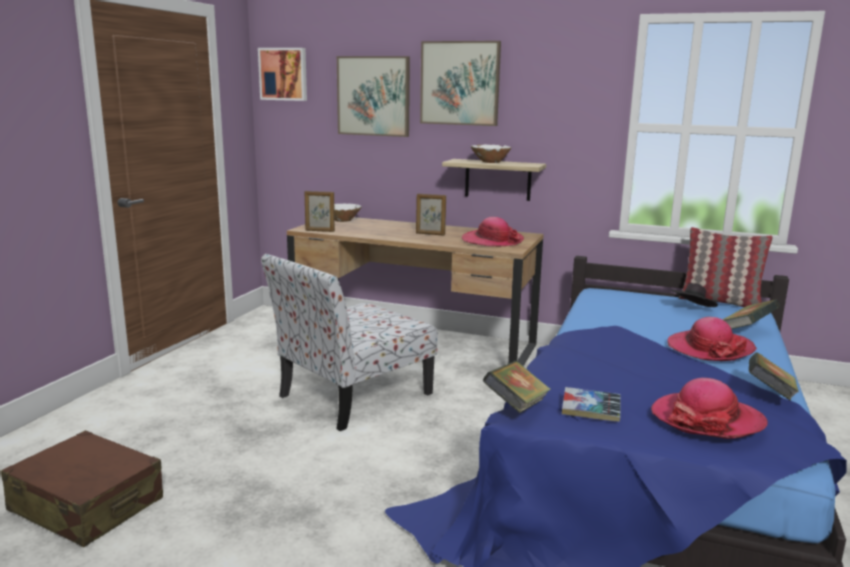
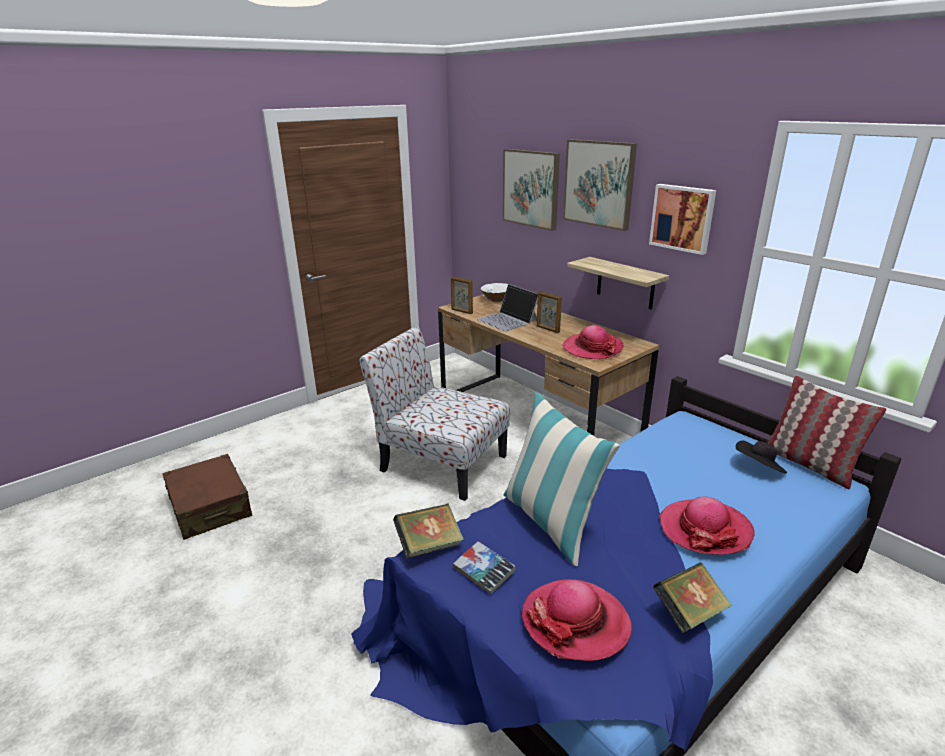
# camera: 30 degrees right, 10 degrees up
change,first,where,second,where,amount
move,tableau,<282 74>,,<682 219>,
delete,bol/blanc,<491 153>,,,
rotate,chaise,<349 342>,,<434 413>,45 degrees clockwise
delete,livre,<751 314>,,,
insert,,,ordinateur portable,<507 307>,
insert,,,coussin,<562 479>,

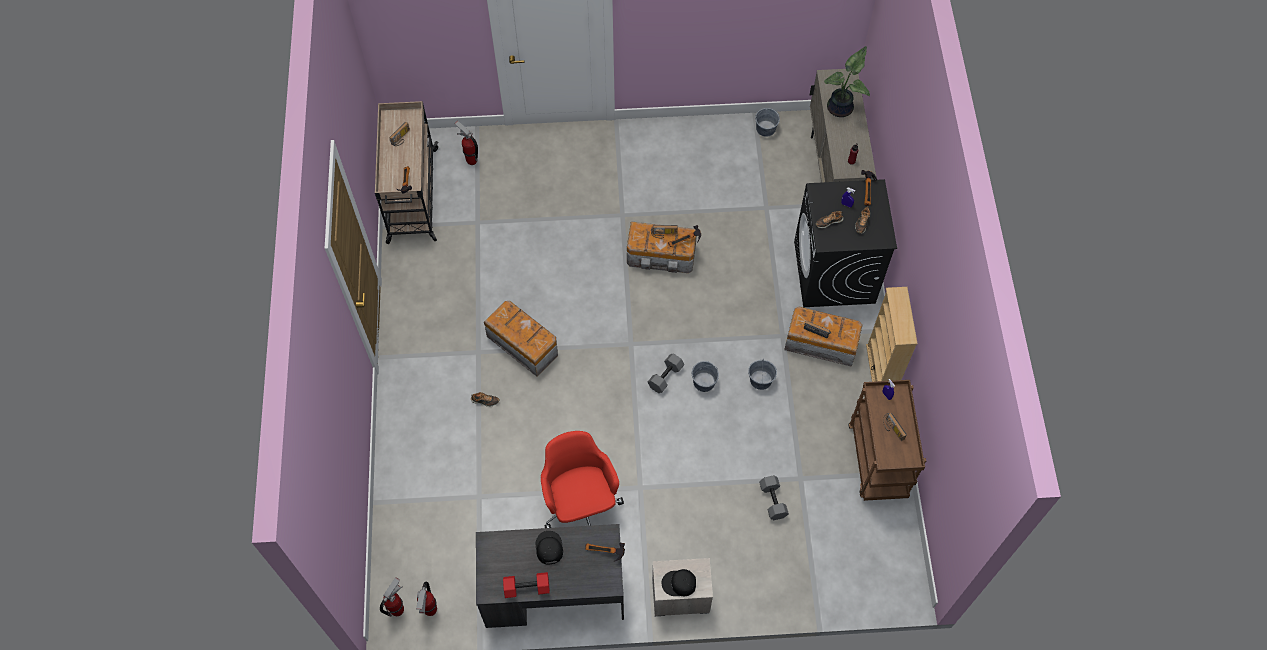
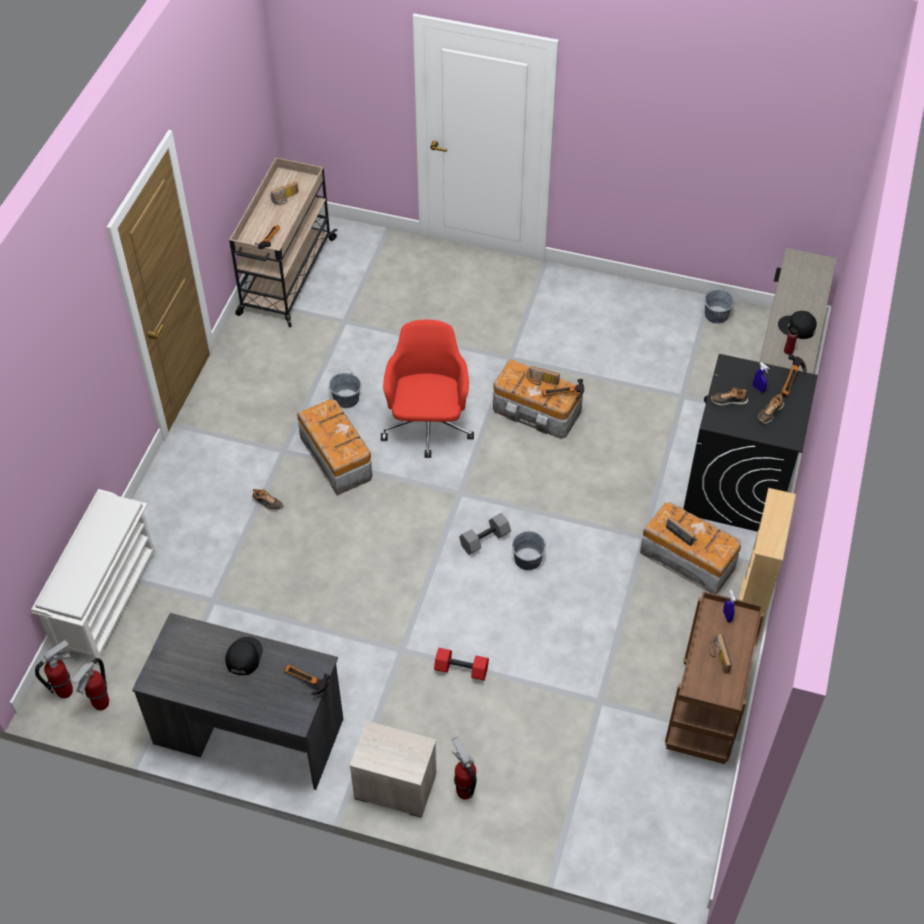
# camera: 20 degrees right, 10 degrees down
change,first,where,second,where,amount
delete,plante en pot,<847 81>,,,
move,extincteur,<466 143>,,<464 768>,
move,seau/gris,<762 374>,,<345 388>,
move,chaise de bureau/rouge,<582 479>,,<427 388>,
delete,haltère/gris,<774 497>,,,
move,casquette/noir,<679 582>,,<797 325>,
move,haltère/rouge,<526 585>,,<461 664>,
insert,,,étagère à chaussures/blanc,<93 577>,

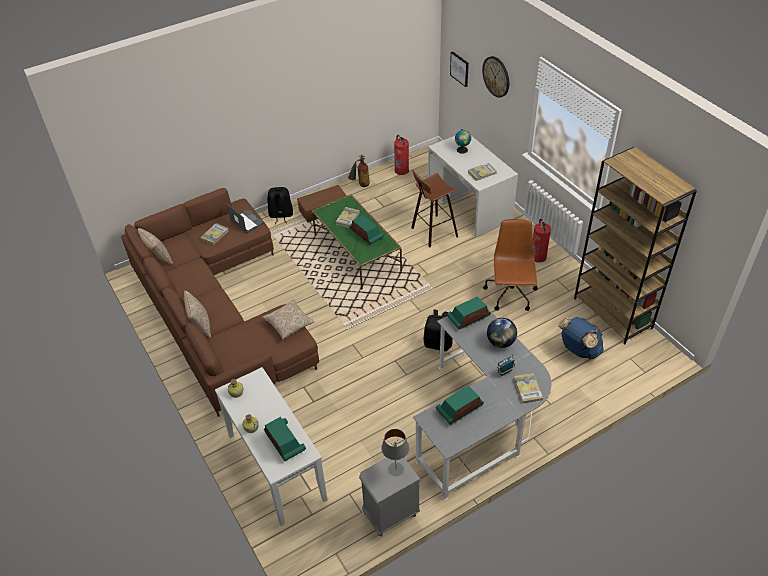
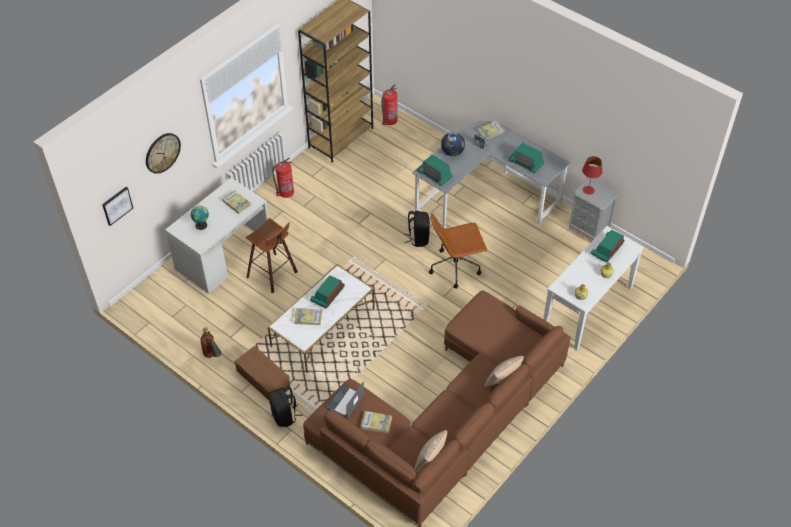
# camera: 110 degrees left, 5 degrees up
change,first,where,second,where,amount
move,extincteur,<401 155>,,<389 104>,
recolor,table basse/vert,<357 242>,table basse/blanc,<321 318>,
move,chaise de bureau/marron,<510 265>,,<458 251>,
delete,coussin,<288 320>,,,
delete,sac à dos/bleu,<581 338>,,,
recolor,lampe de table/gris,<395 452>,lampe de table/rouge,<592 175>,

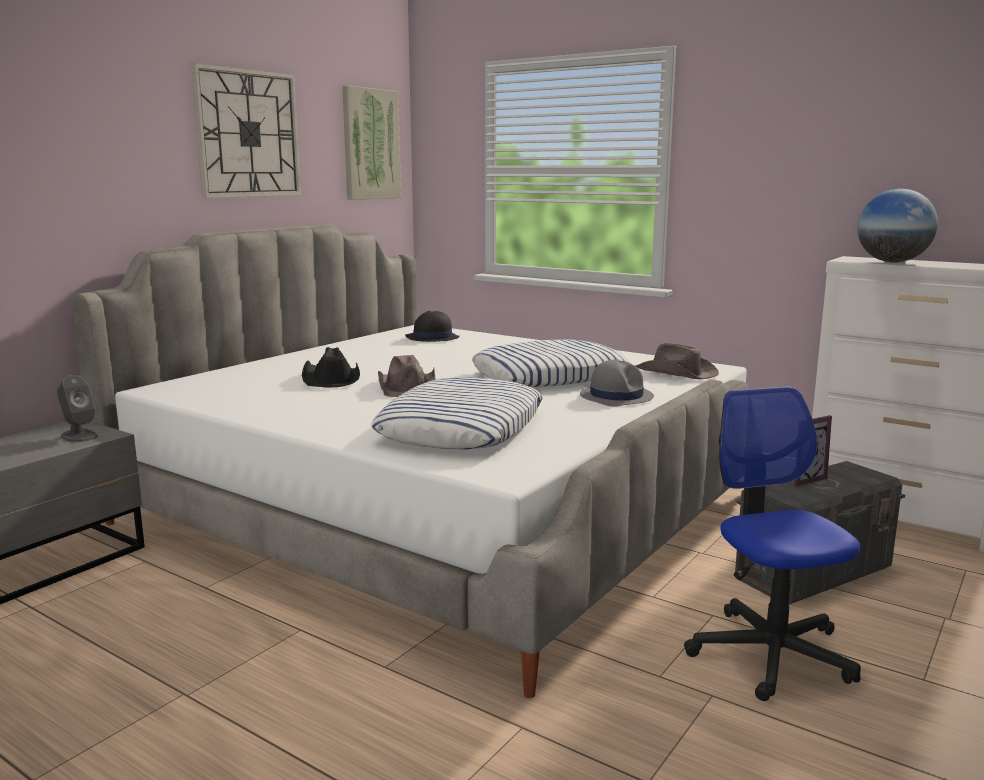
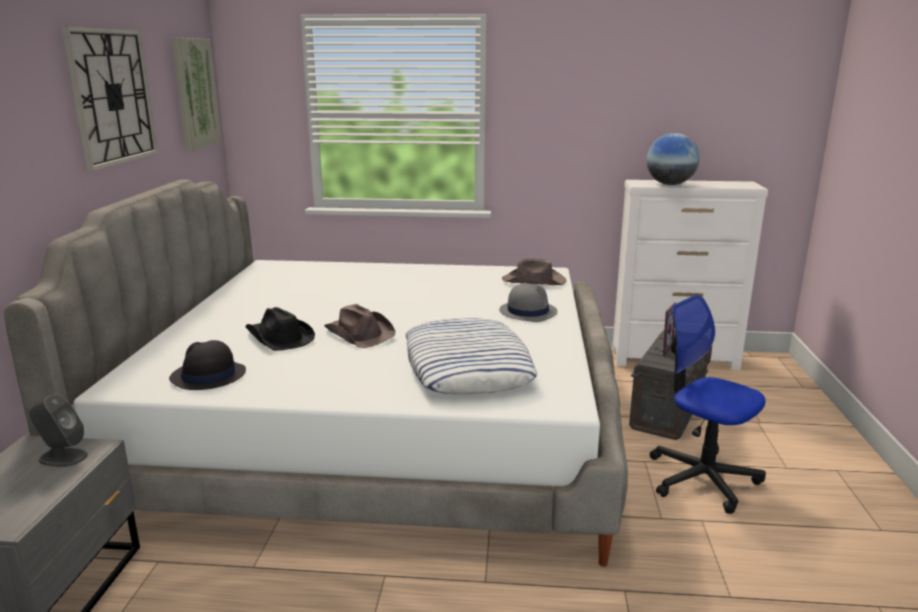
# camera: 30 degrees left, 5 degrees up
change,first,where,second,where,amount
move,chapeau/noir,<432 326>,,<207 365>,
delete,coussin,<551 363>,,,

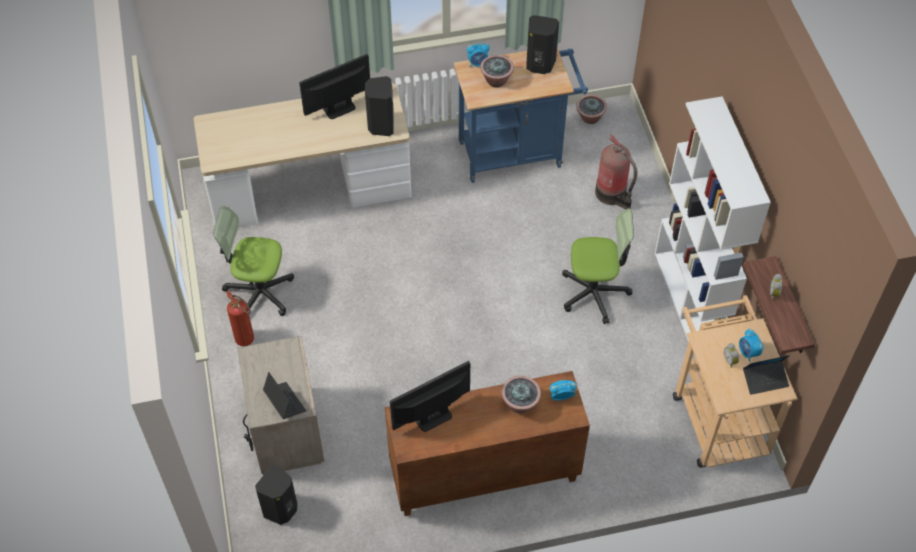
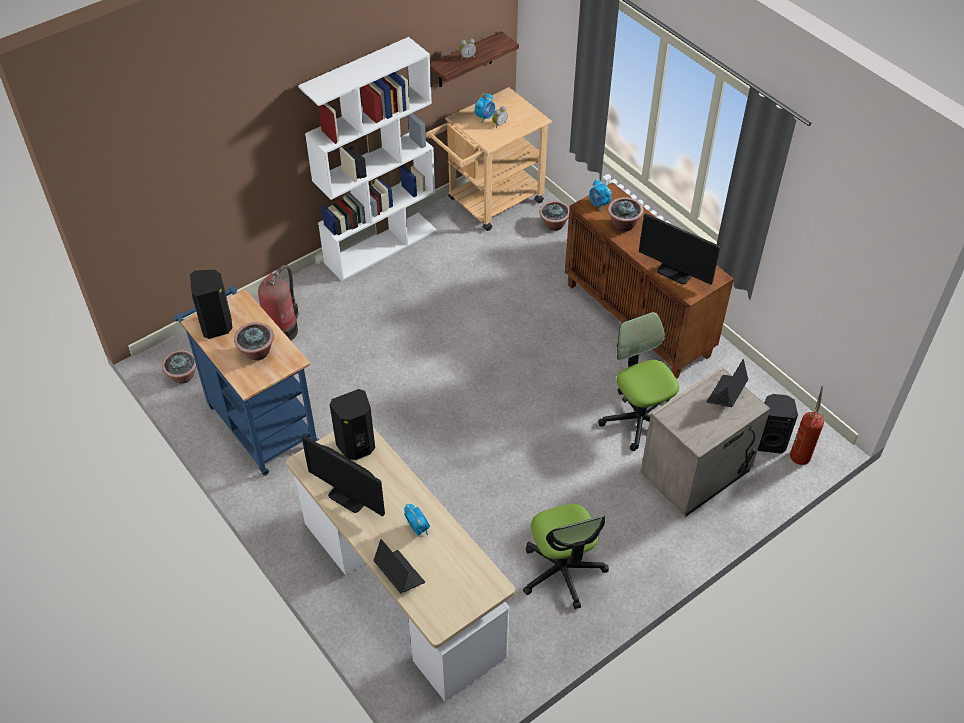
# camera: 115 degrees left, 5 degrees down
change,first,where,second,where,amount
move,réveil,<478 54>,,<417 520>,
move,chaise de bureau,<598 266>,,<638 381>,
move,extincteur,<240 318>,,<807 425>,
move,ordinateur portable,<766 375>,,<399 566>,
insert,,,plante en pot,<554 216>,

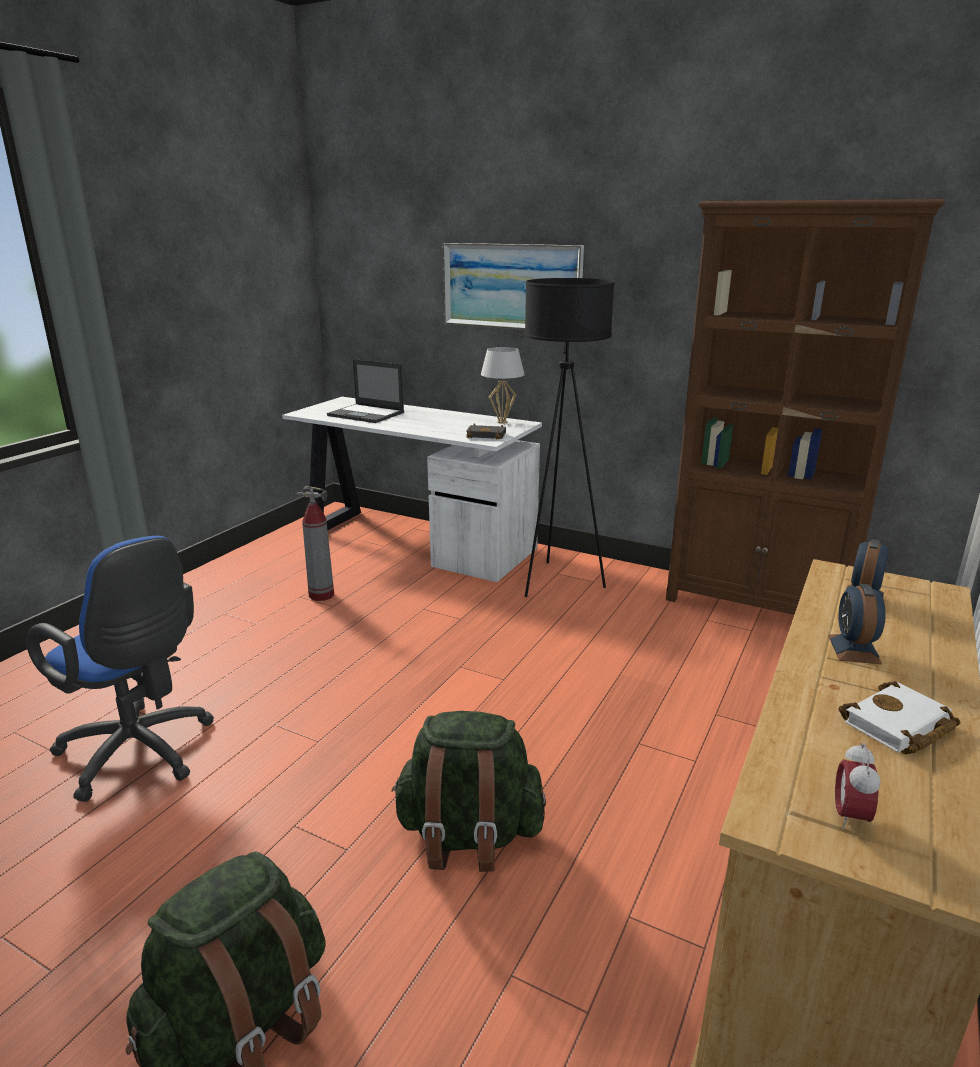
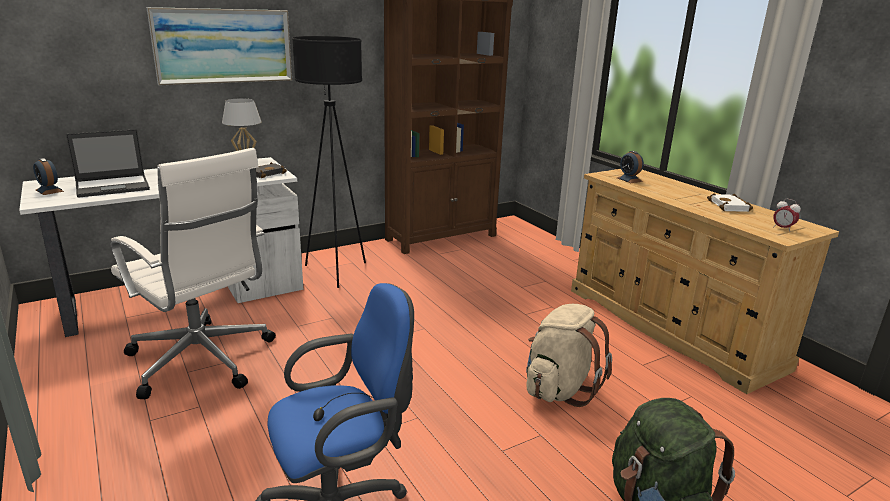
# camera: 60 degrees left, 0 degrees up
change,first,where,second,where,amount
replace,extincteur,<315 543>,chaise de bureau/blanc,<193 273>,
move,réveil,<857 624>,,<48 176>,
recolor,sac à dos/vert,<468 791>,sac à dos/beige,<569 355>,

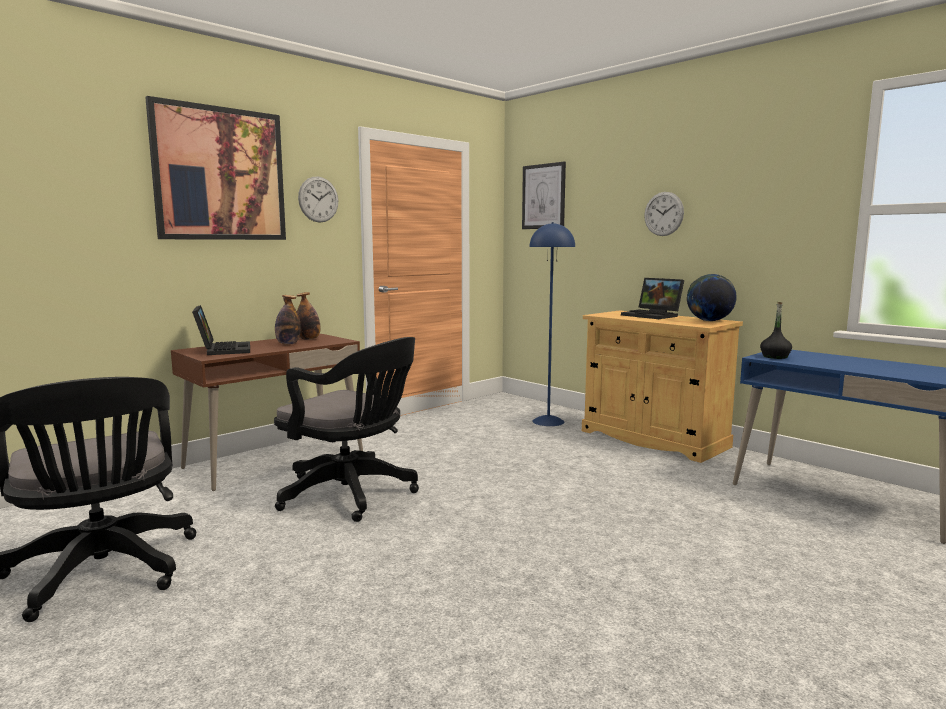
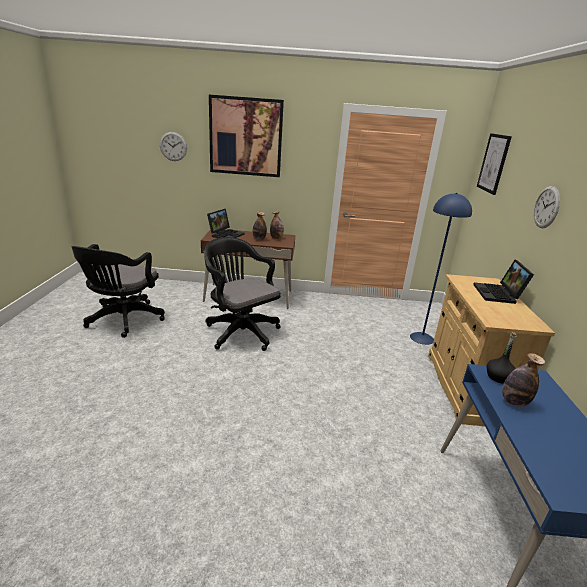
# camera: 45 degrees right, 15 degrees up
change,first,where,second,where,amount
move,horloge murale,<318 199>,,<173 146>,
delete,globe,<712 297>,,,
rotate,chaise de bureau/noir,<346 429>,,<242 294>,150 degrees clockwise
insert,,,bouteille,<523 380>,

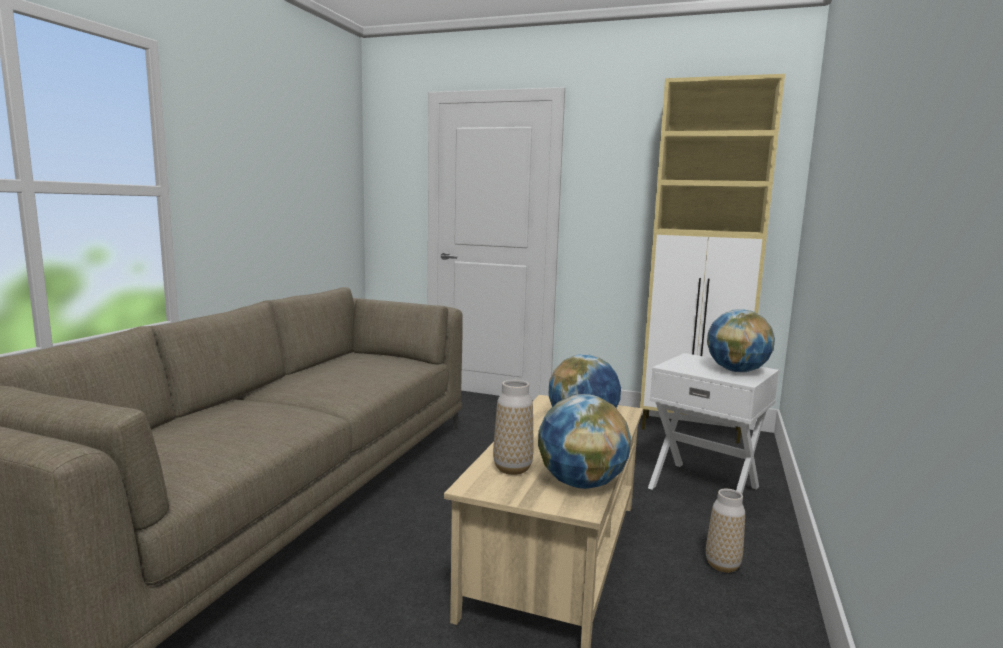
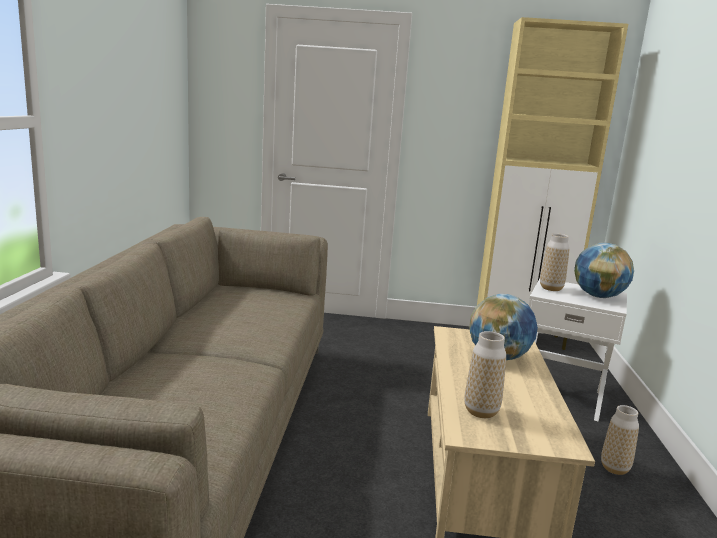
# camera: 15 degrees left, 5 degrees up
change,first,where,second,where,amount
delete,globe,<584 441>,,,
insert,,,vase,<555 262>,

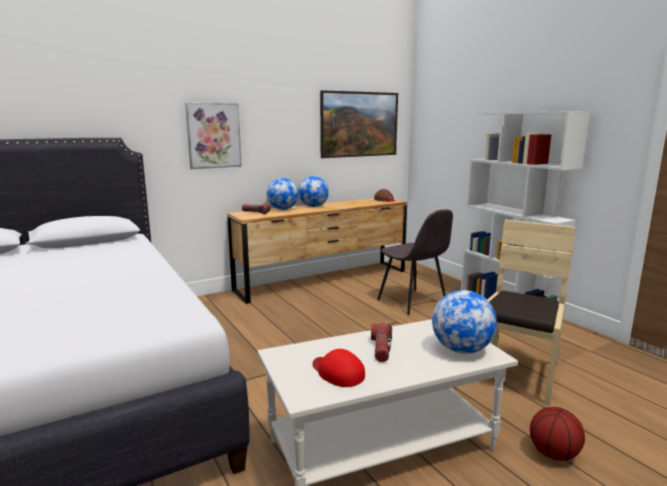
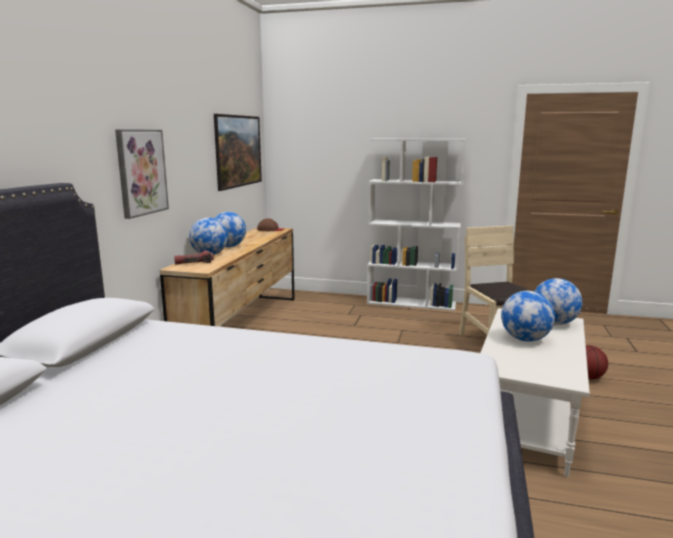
# camera: 45 degrees left, 0 degrees up
change,first,where,second,where,amount
delete,chaise/gris,<415 262>,,,
replace,lampe de poche,<381 342>,globe,<528 316>,
delete,casquette/rouge,<338 368>,,,

